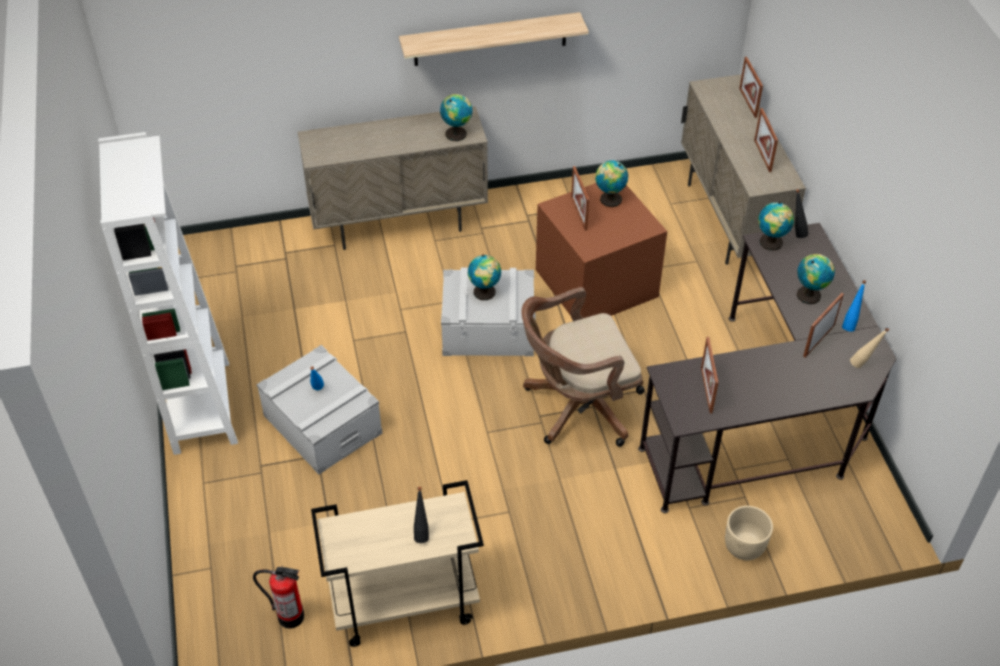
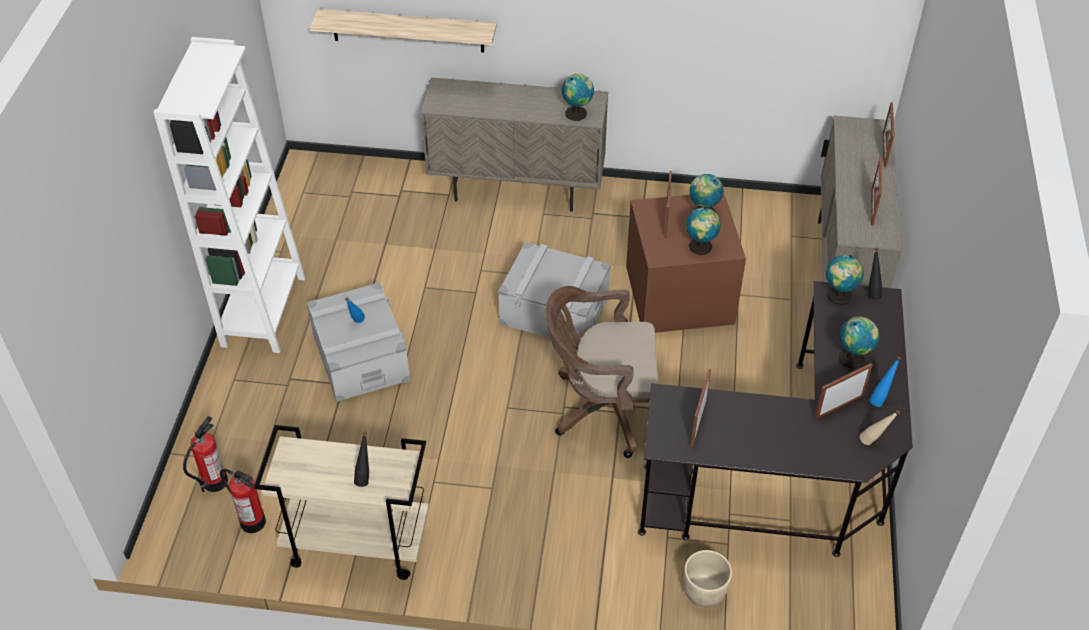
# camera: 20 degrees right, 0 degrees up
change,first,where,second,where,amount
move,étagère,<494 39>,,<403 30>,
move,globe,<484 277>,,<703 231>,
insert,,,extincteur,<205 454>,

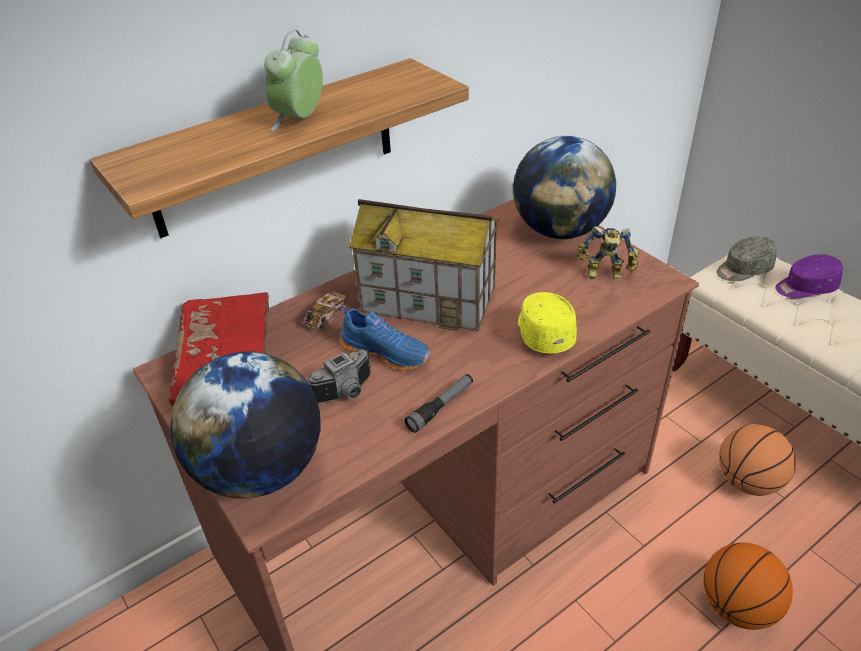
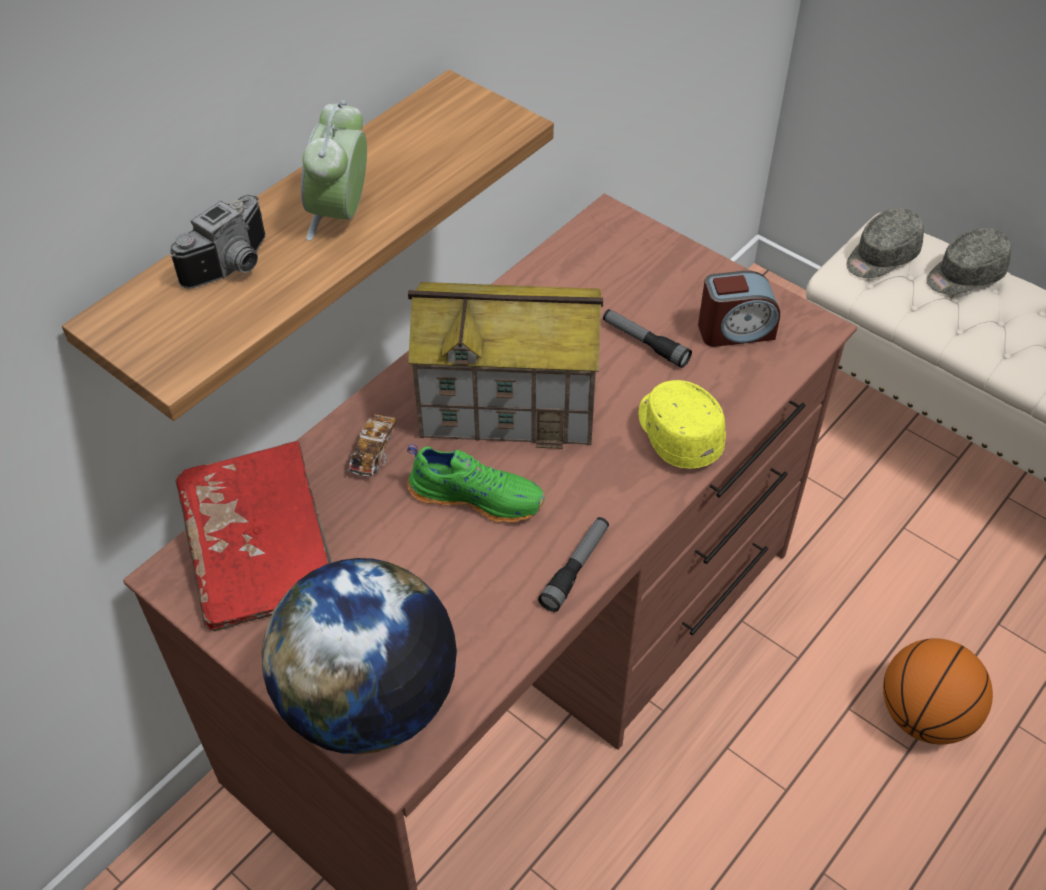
# camera: 15 degrees left, 10 degrees up
change,first,where,second,where,amount
delete,globe,<564 187>,,,
replace,robot jouet,<608 252>,réveil,<739 309>,
recolor,casquette/violet,<809 276>,casquette/gris,<968 261>,
recolor,chaussure/bleu,<385 337>,chaussure/vert,<476 483>,
move,appareil photo,<339 376>,,<217 242>,
delete,ballon de basket,<757 460>,,,
insert,,,lampe de poche,<647 338>,

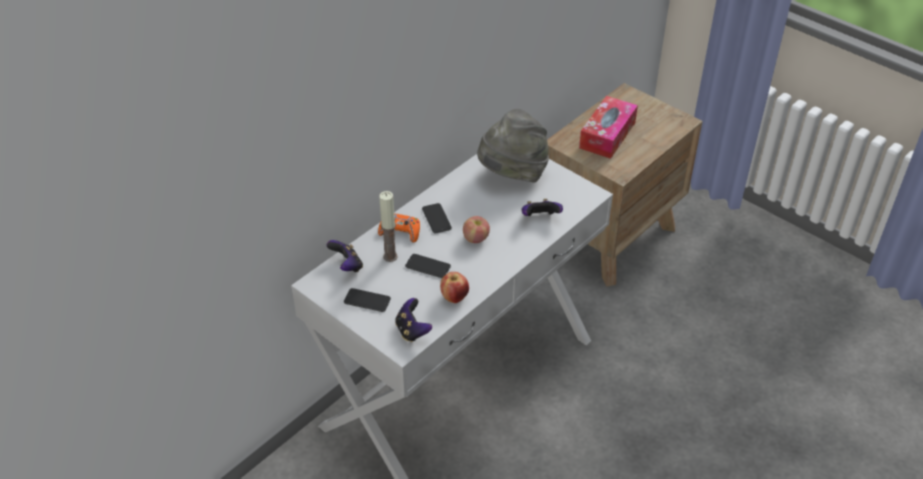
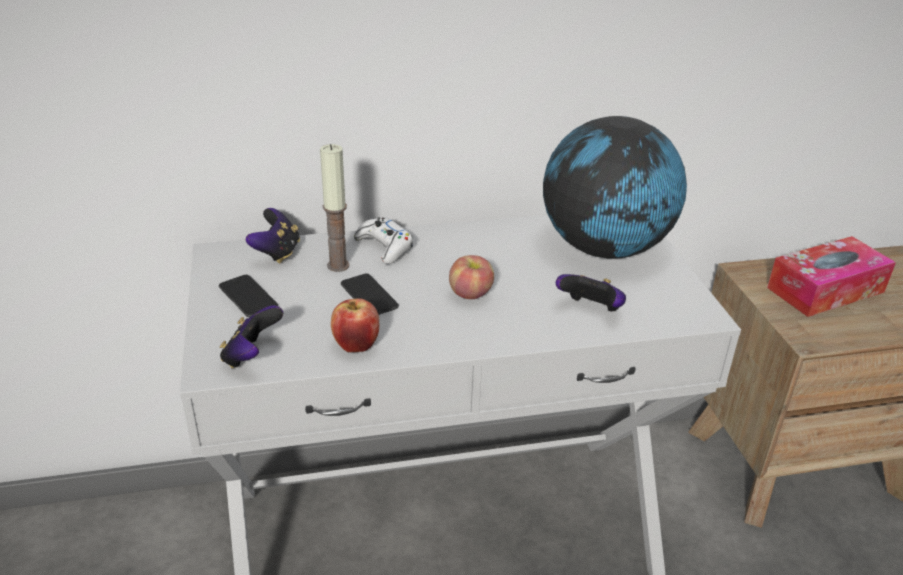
# camera: 35 degrees right, 10 degrees down
change,first,where,second,where,amount
replace,chapeau/gris,<513 146>,globe,<615 187>,
delete,téléphone,<437 218>,,,
recolor,manette/orange,<399 227>,manette/blanc,<383 240>,

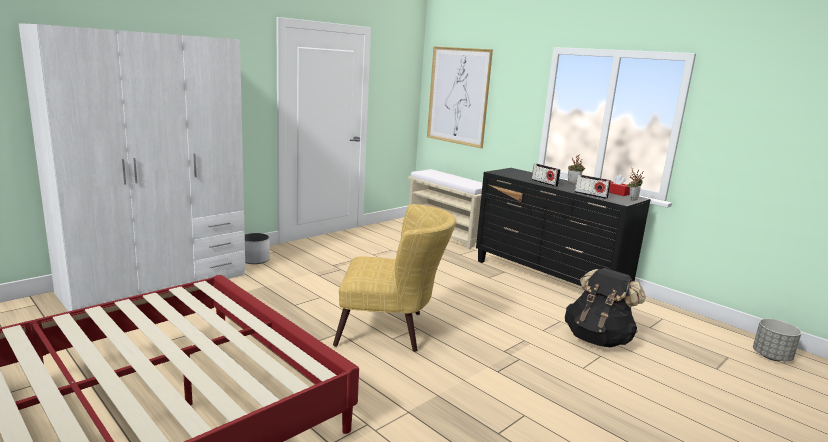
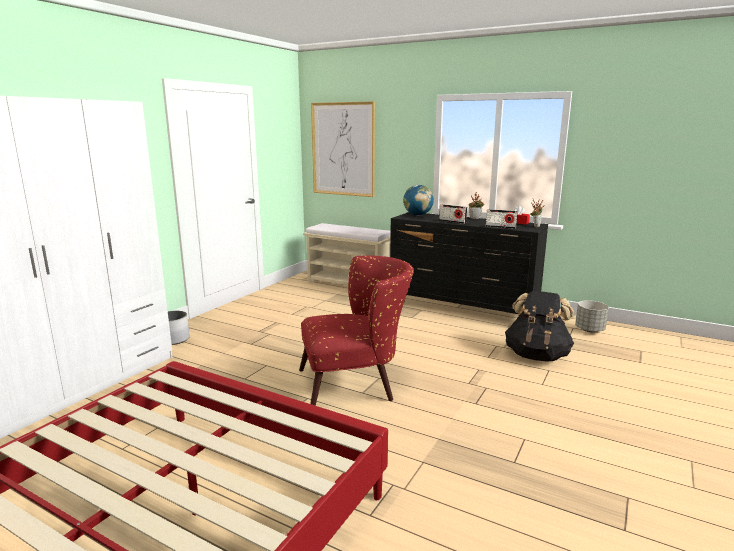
# camera: 15 degrees left, 0 degrees up
change,first,where,second,where,amount
recolor,fauteuil/jaune,<395 278>,fauteuil/rouge,<356 330>,
move,cache-pot/gris,<777 340>,,<592 316>,
insert,,,globe,<418 200>,

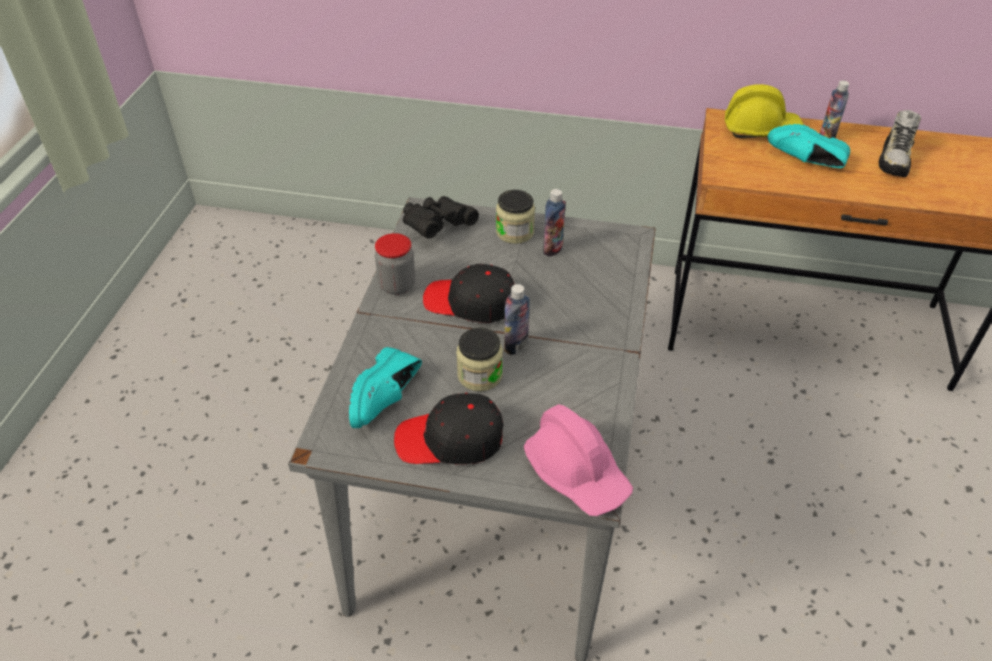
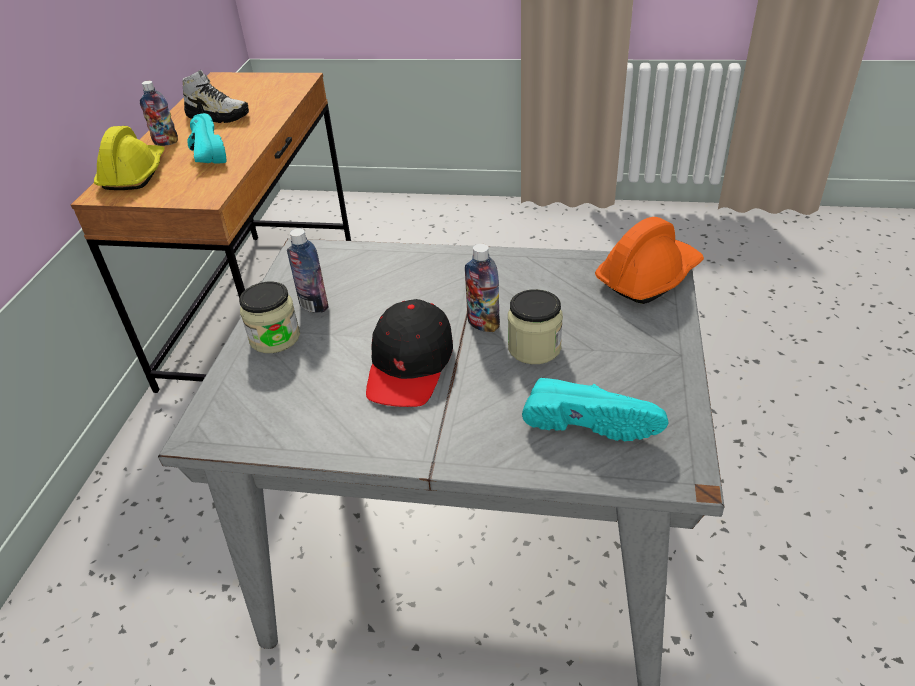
# camera: 90 degrees left, 5 degrees down
change,first,where,second,where,amount
rotate,chaussure/turquoise,<809 146>,,<206 138>,135 degrees clockwise
delete,jumelles/noir,<441 217>,,,
delete,bocal,<395 264>,,,
delete,casquette/noir,<449 428>,,,
recolor,casque de chantier/rose,<578 460>,casque de chantier/orange,<649 260>,

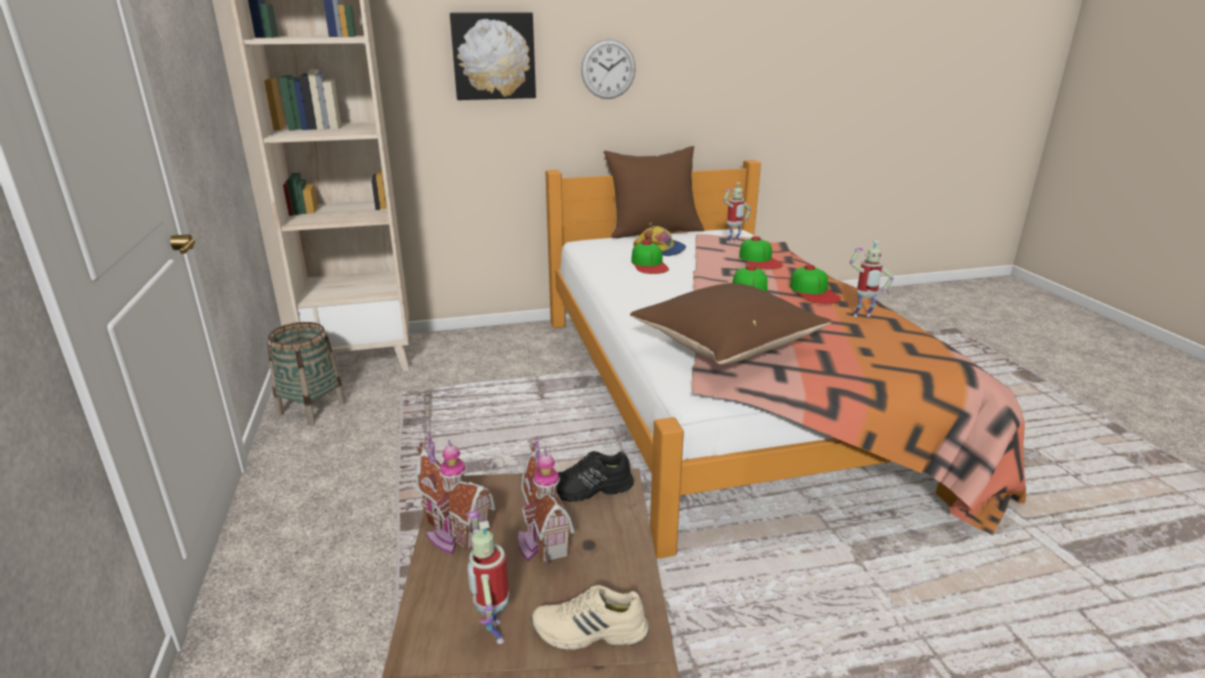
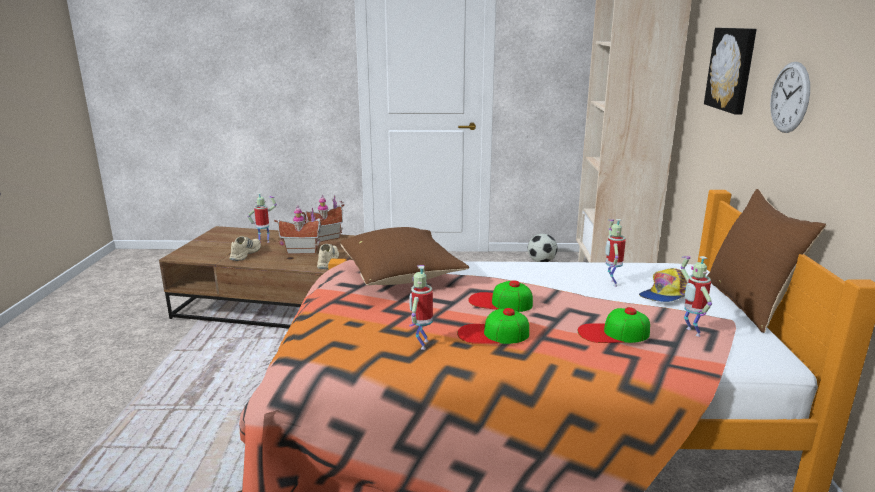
# camera: 105 degrees right, 5 degrees down
change,first,where,second,where,amount
replace,casquette,<650 257>,robot jouet,<615 253>,
replace,panier,<306 373>,ballon de foot,<543 248>,
recolor,chaussure/noir,<595 476>,chaussure/beige,<328 256>,

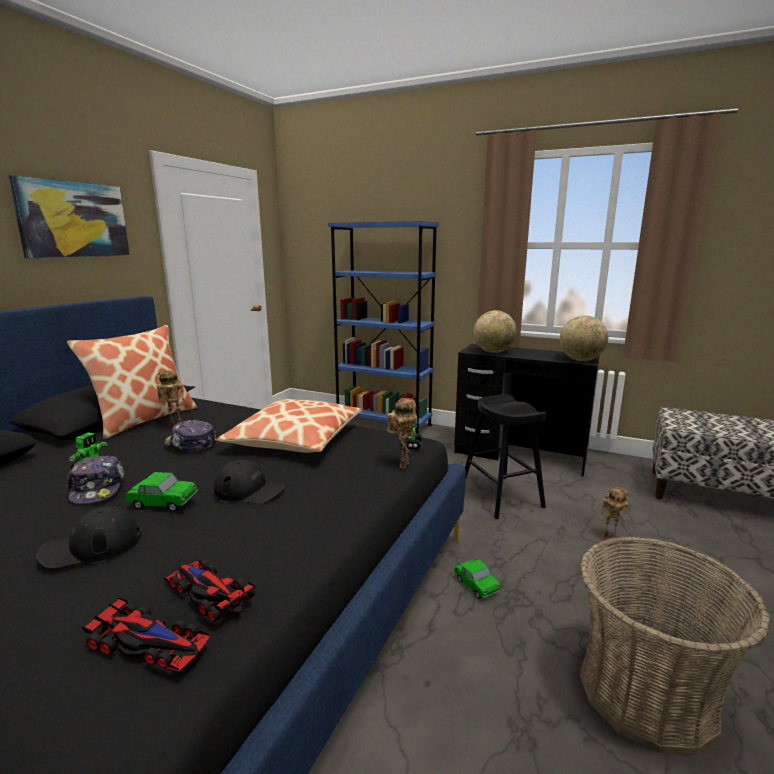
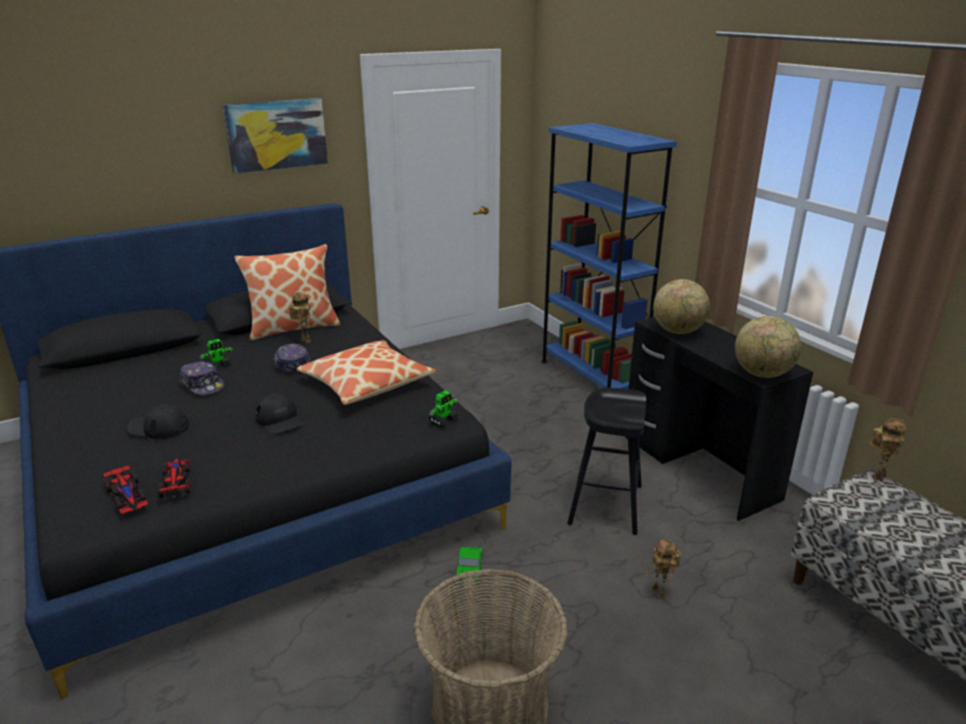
# camera: 35 degrees right, 10 degrees up
change,first,where,second,where,amount
move,robot jouet,<402 433>,,<888 449>,
rotate,casquette,<96 480>,,<202 378>,60 degrees counterclockwise
delete,petite voiture,<161 492>,,,

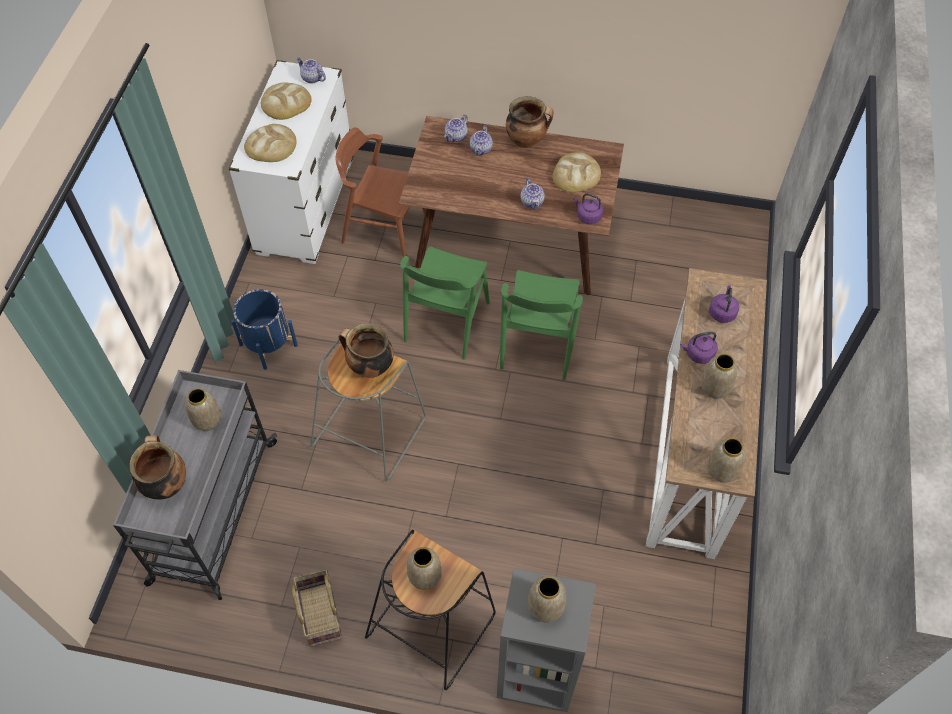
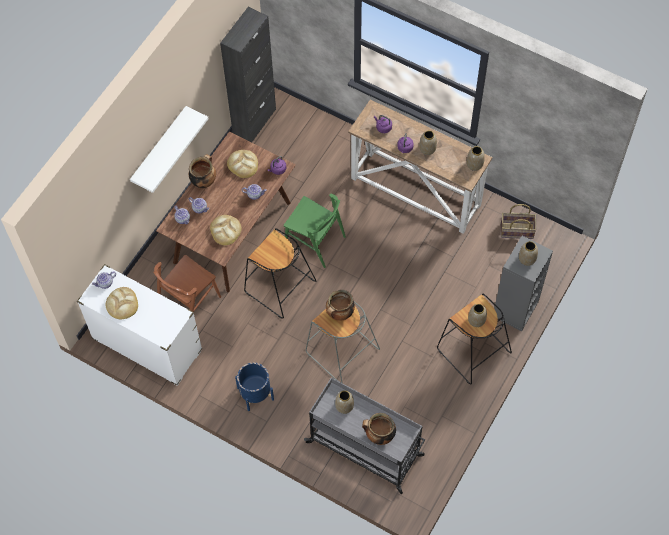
# camera: 70 degrees left, 5 degrees up
change,first,where,second,where,amount
move,pain,<270 143>,,<226 230>,
replace,chaise/vert,<444 303>,tabouret/noir,<280 273>,
move,panier,<316 608>,,<519 221>,
insert,,,meuble de rangement/noir,<248 75>,
insert,,,étagère/blanc,<169 149>,

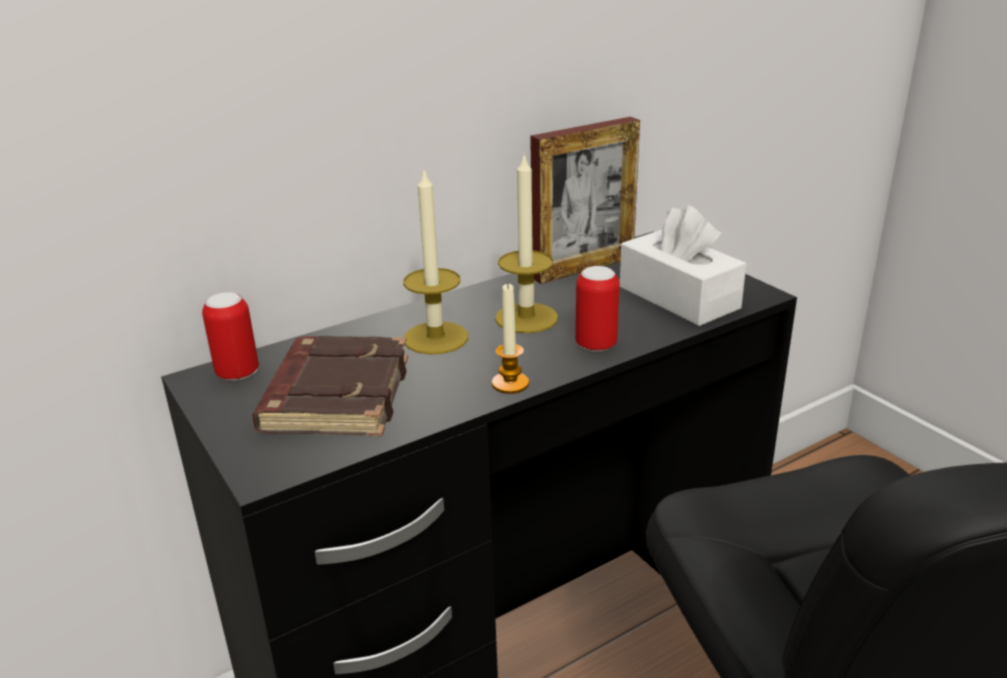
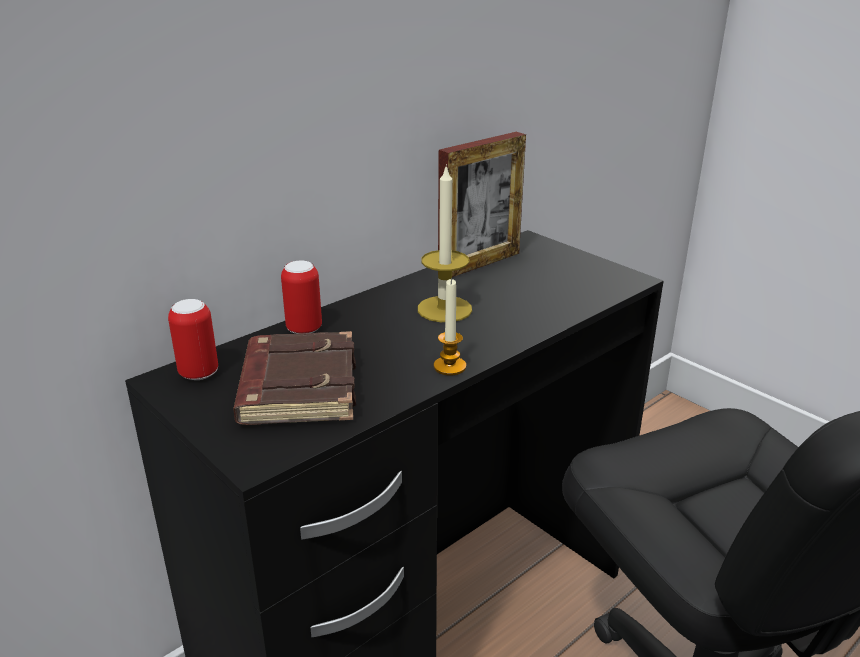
# camera: 10 degrees left, 0 degrees up
change,first,where,second,where,amount
delete,bougie,<435 261>,,,
delete,boîte à mouchoirs/blanc,<683 265>,,,
move,boîte métallique,<597 309>,,<301 297>,

